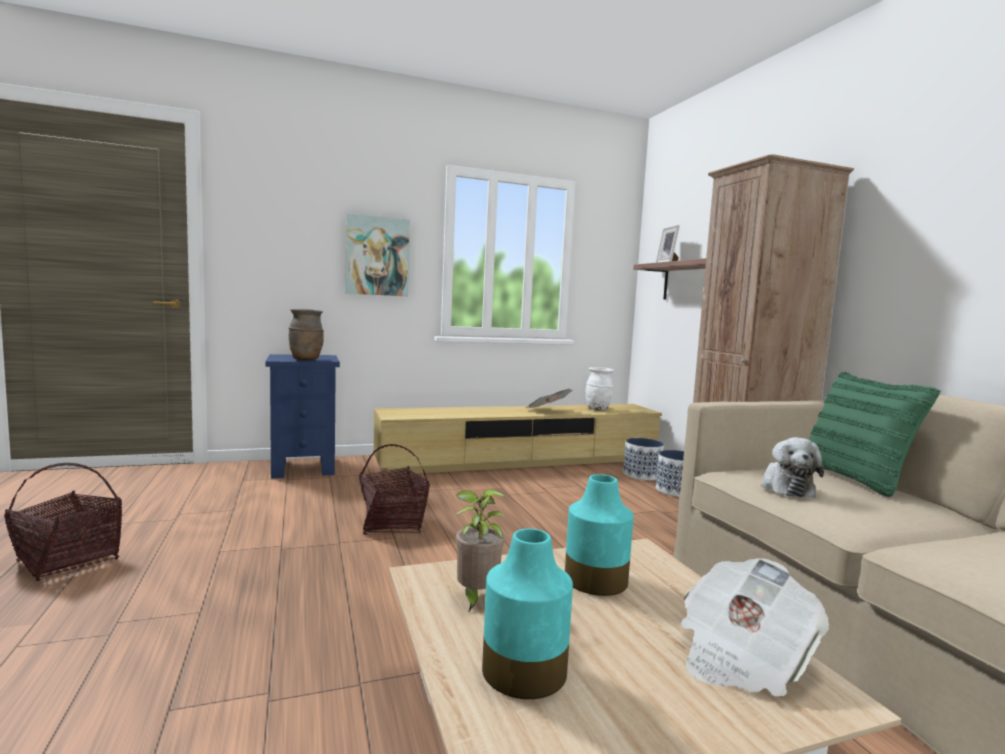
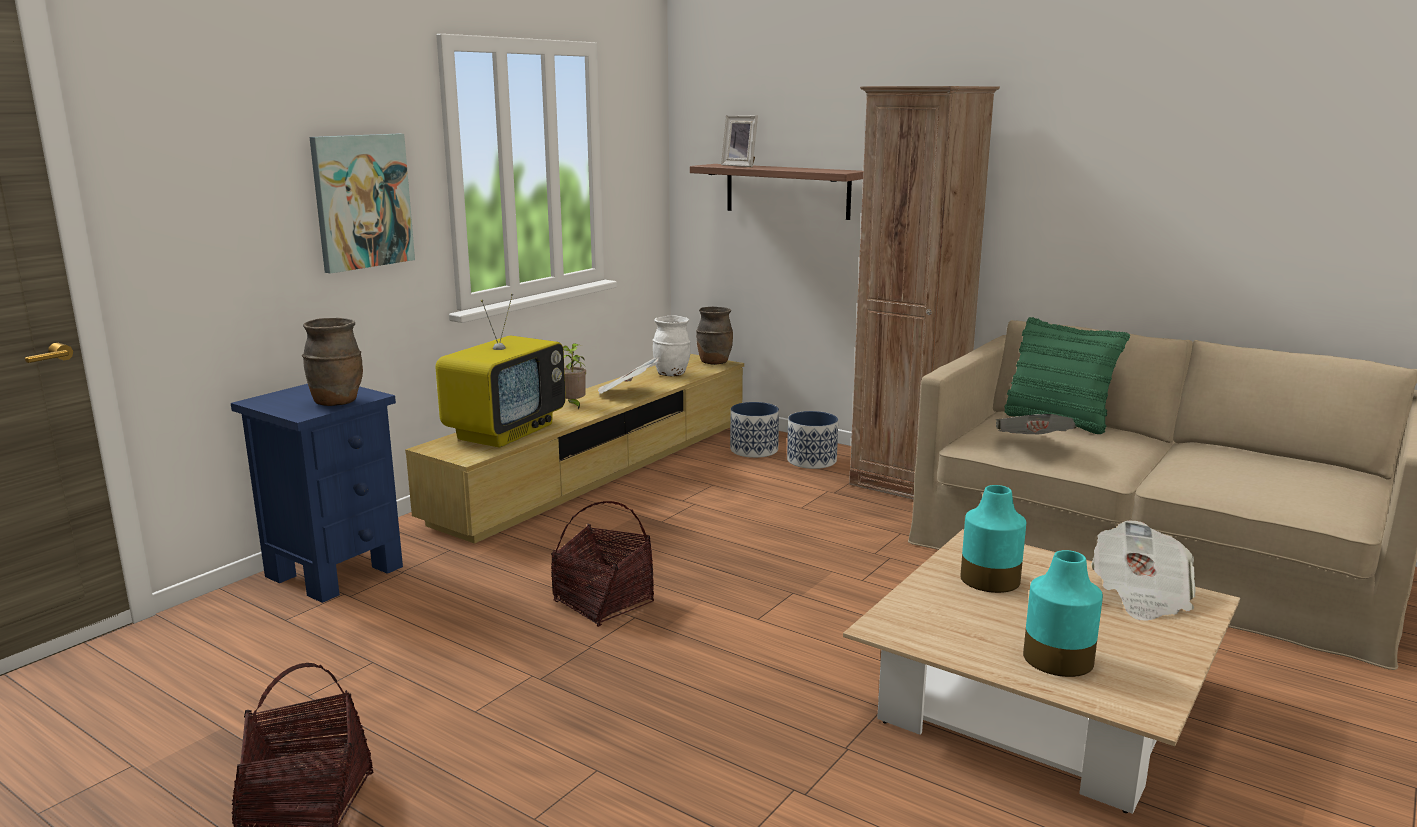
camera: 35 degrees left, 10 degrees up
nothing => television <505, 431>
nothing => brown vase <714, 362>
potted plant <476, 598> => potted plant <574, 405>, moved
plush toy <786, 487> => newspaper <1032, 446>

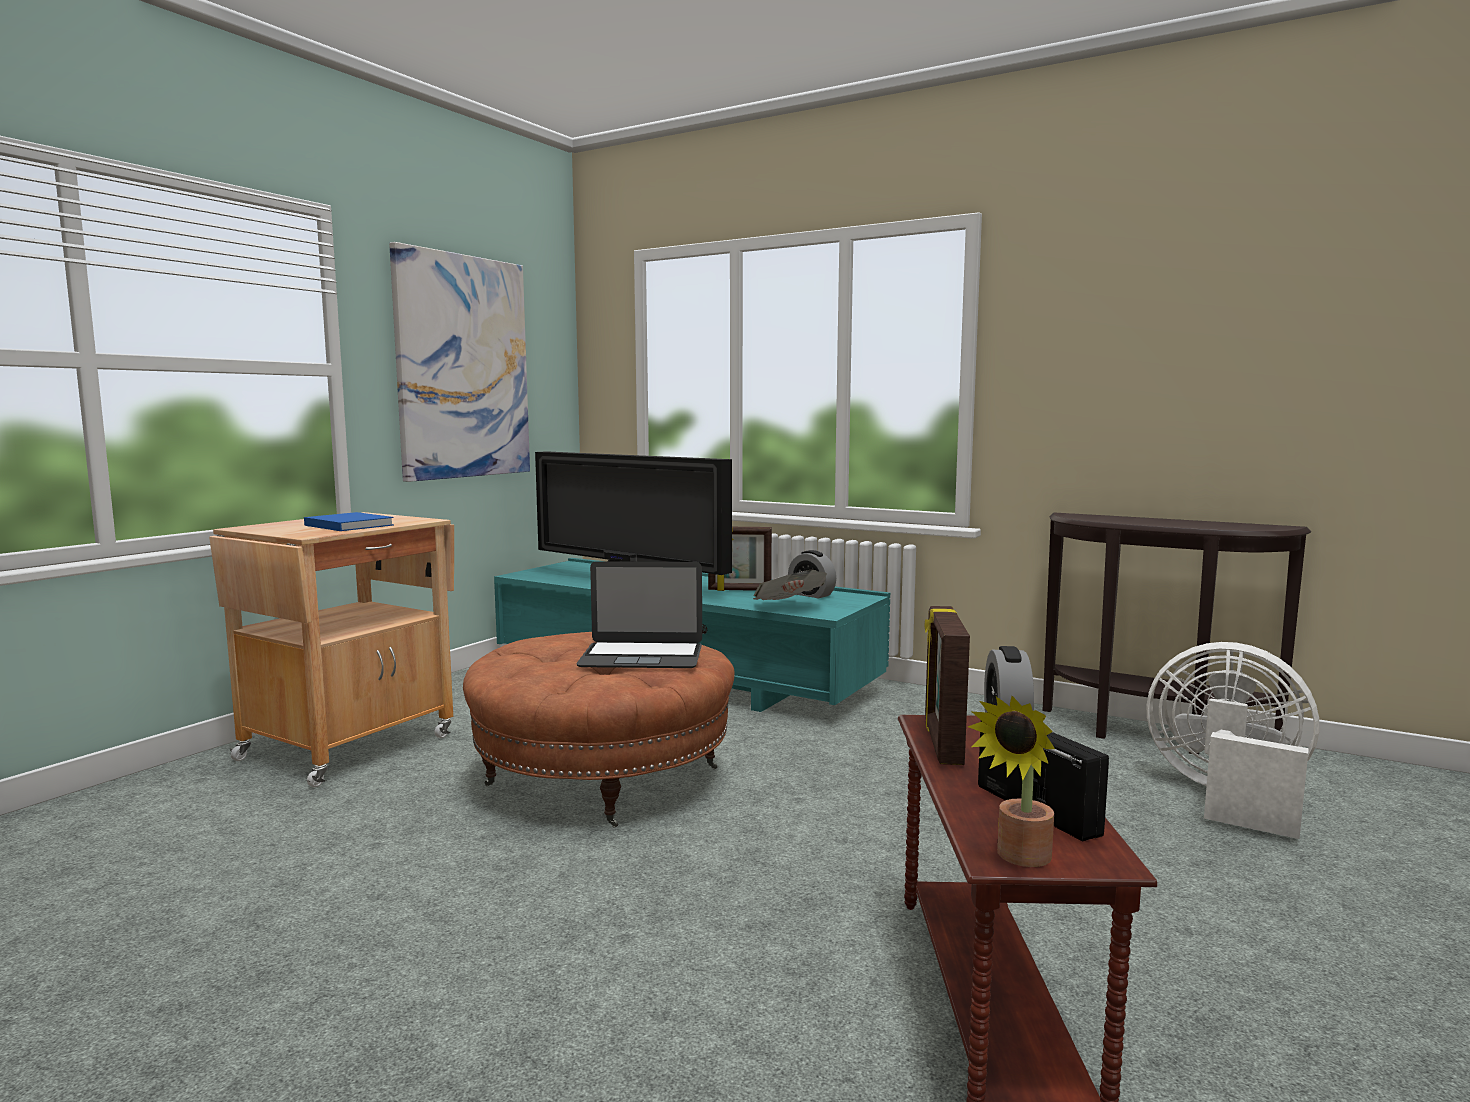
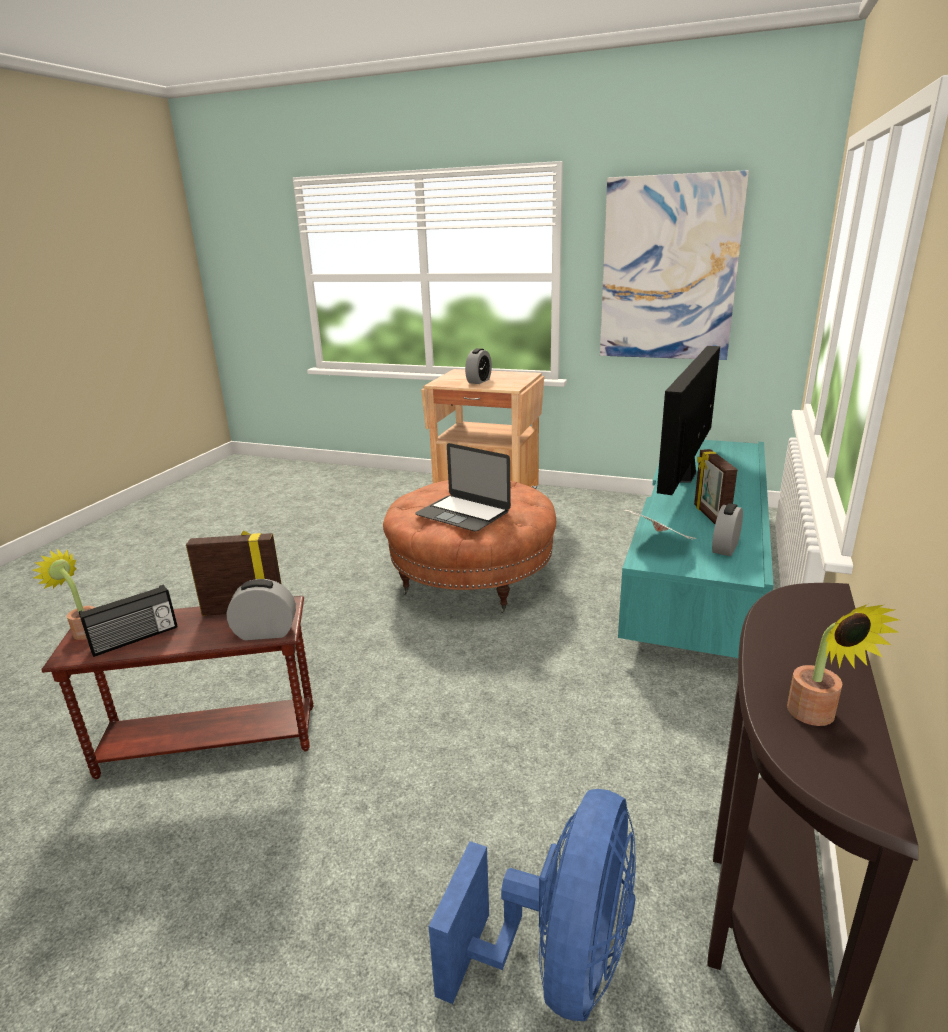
camera: 80 degrees right, 15 degrees up
nothing => potted plant <817, 717>
blue book <348, 525> => alarm clock <479, 381>
white fan <1227, 797> => blue fan <558, 961>
laptop <642, 656> => laptop <463, 513>, 45 degrees counterclockwise

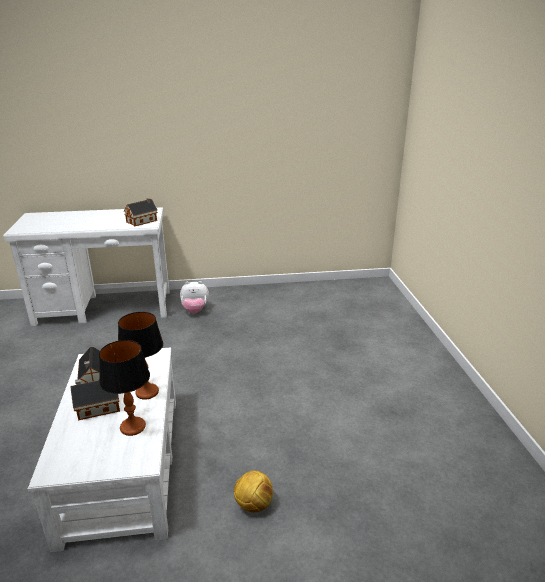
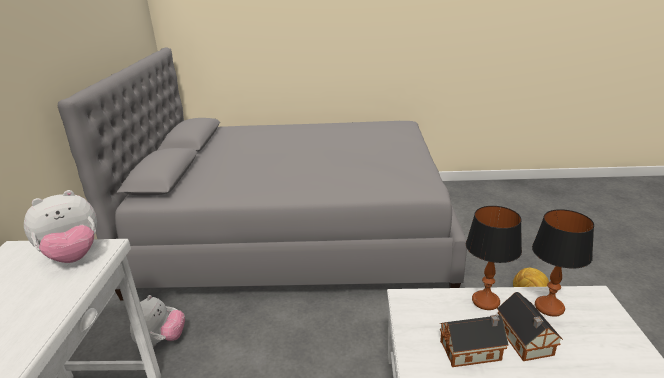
camera: 80 degrees left, 0 degrees up
nothing => grey bed <296, 233>
toy house <143, 221> => plush toy <73, 256>

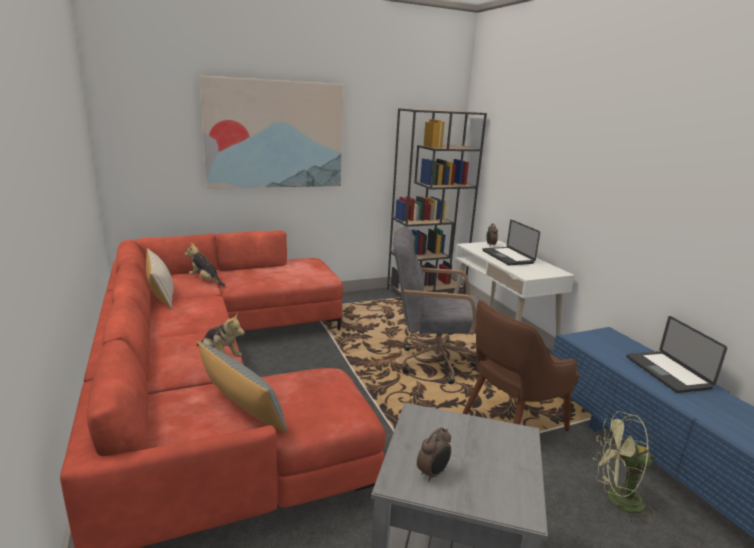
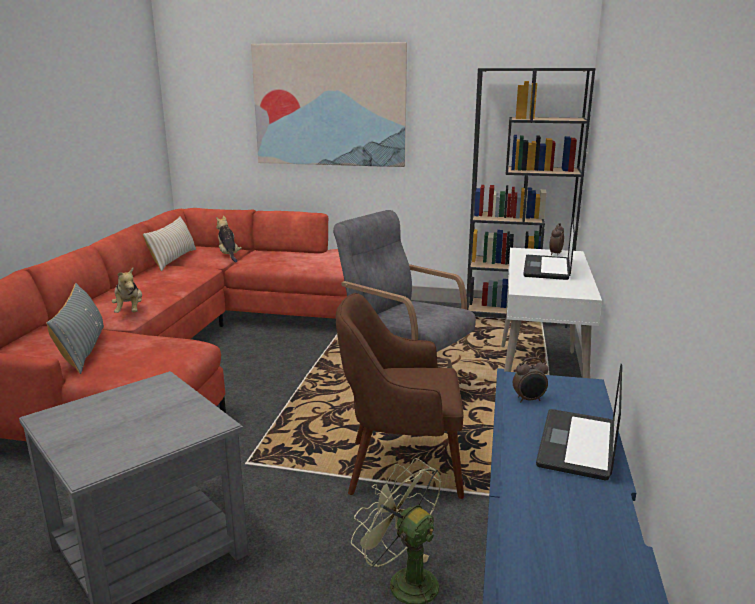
camera: 35 degrees right, 0 degrees up
alarm clock <433, 473> => alarm clock <529, 400>, moved

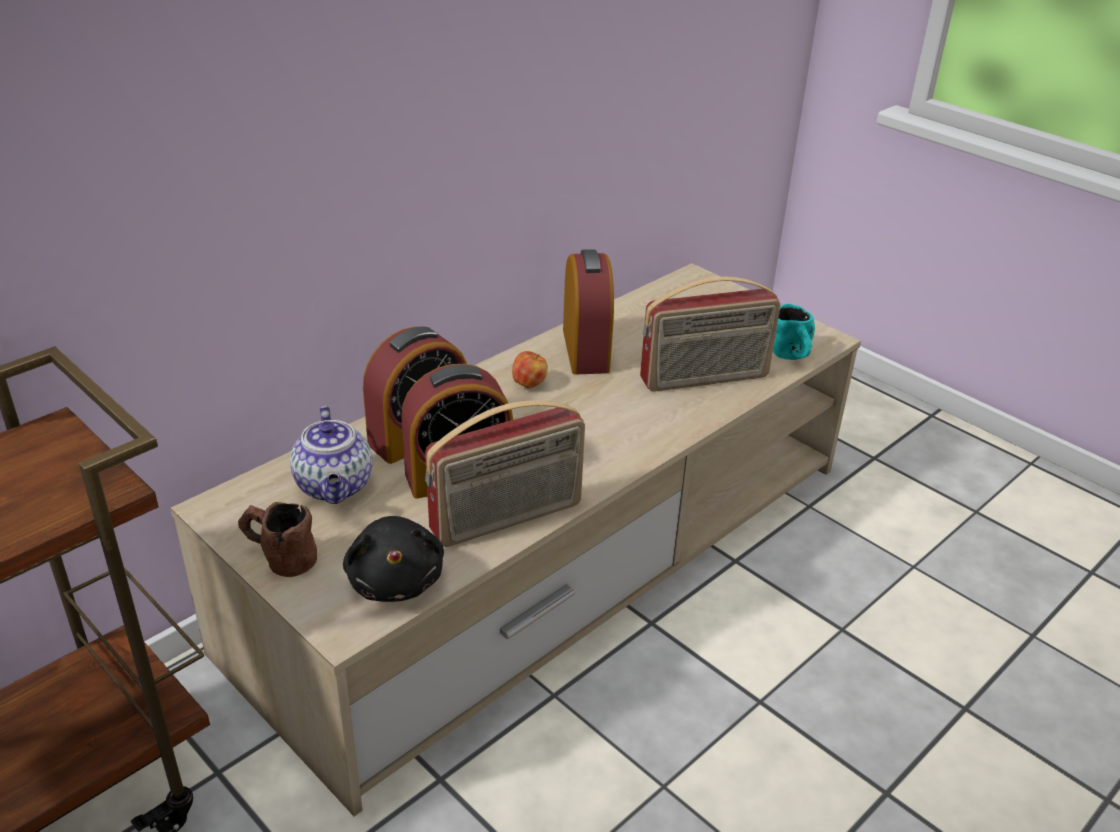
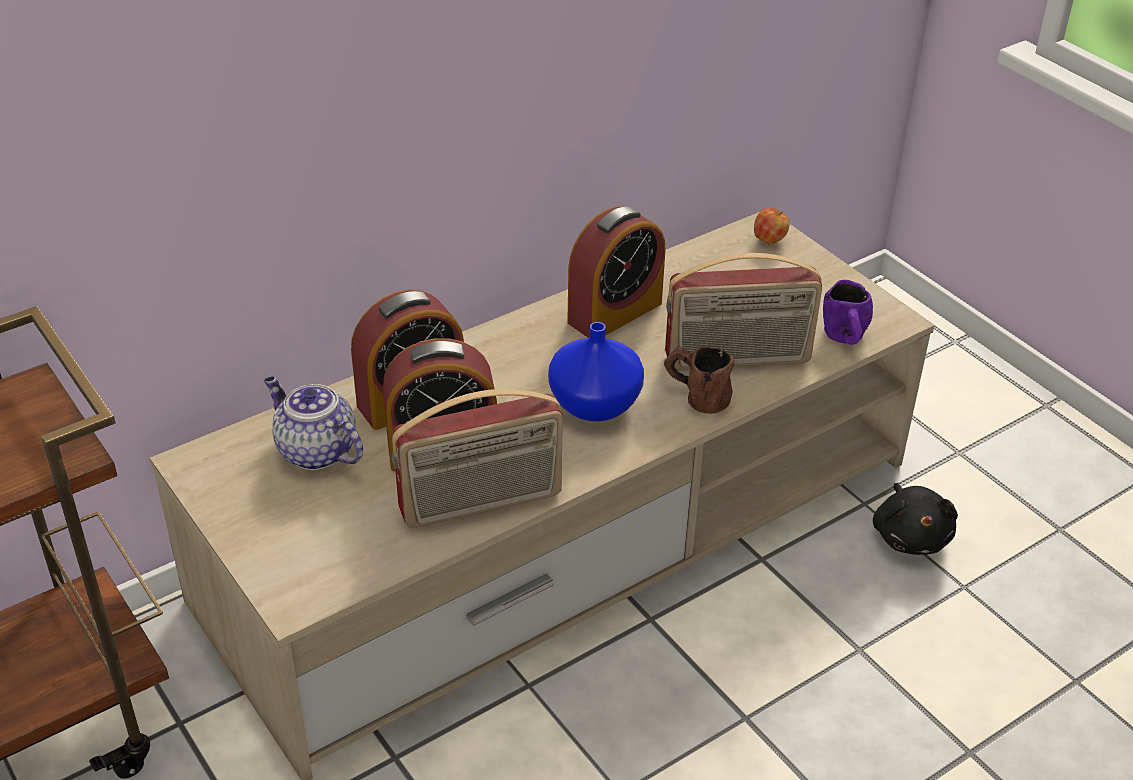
camera: 10 degrees right, 5 degrees up
nothing => blue vase <594, 403>
brown mug <278, 558> => brown mug <695, 396>, moved
black plush toy <396, 580> => black plush toy <910, 536>, moved
apple <529, 384> => apple <769, 240>, moved
turquoise mug <792, 357> => purple mug <846, 340>
teapot <335, 487> => teapot <315, 451>, 135 degrees clockwise
alarm clock <585, 350> => alarm clock <615, 312>, 45 degrees clockwise

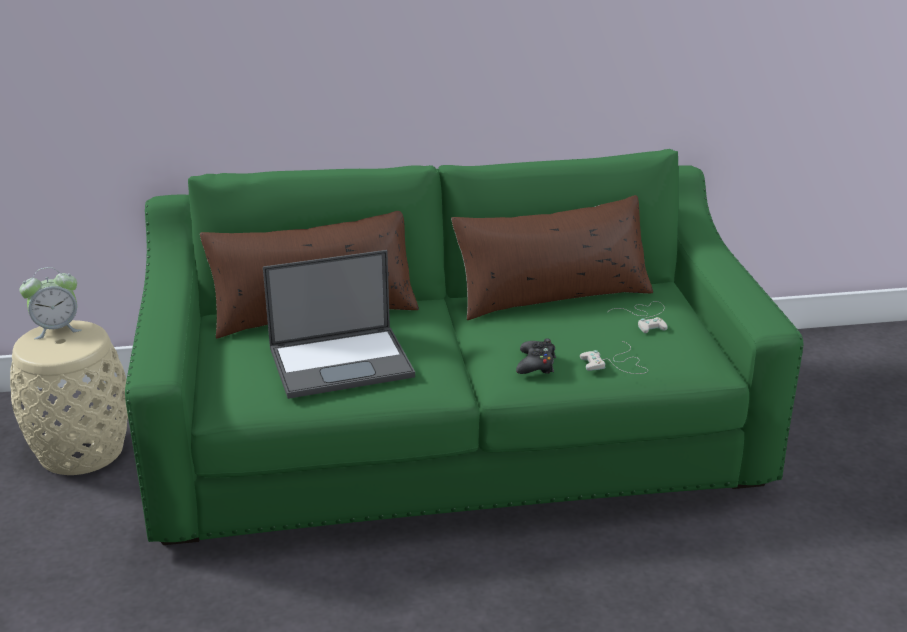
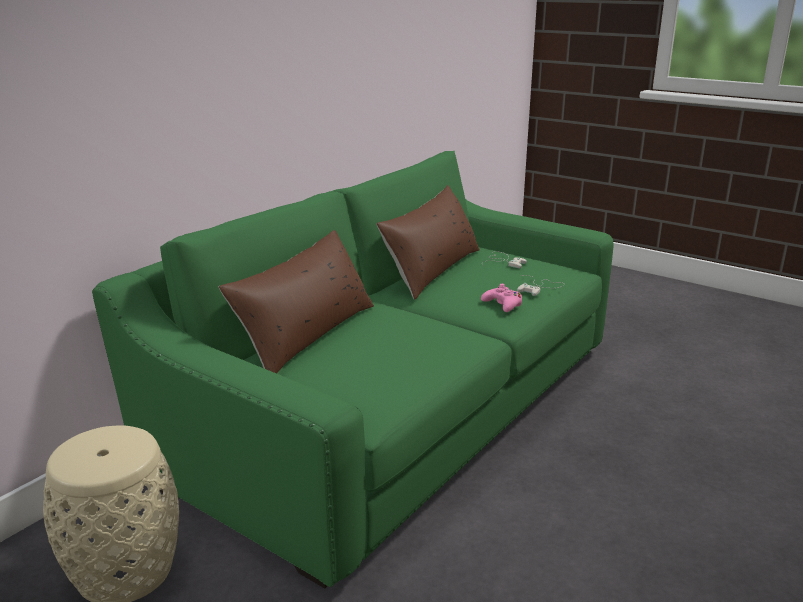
camera: 45 degrees left, 5 degrees down
alarm clock <56, 329> => nothing
laptop <342, 362> => nothing
black game controller <536, 364> => pink game controller <503, 304>

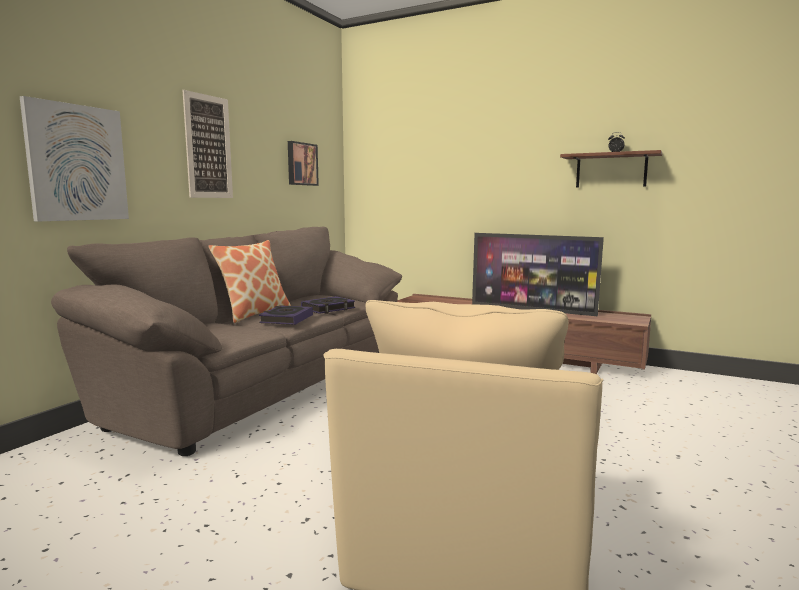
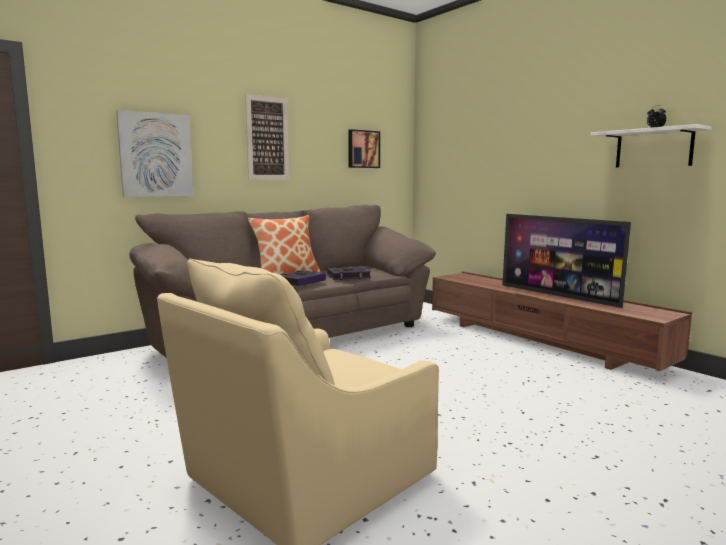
camera: 25 degrees right, 0 degrees up
brown shelf <611, 170> => white shelf <653, 148>

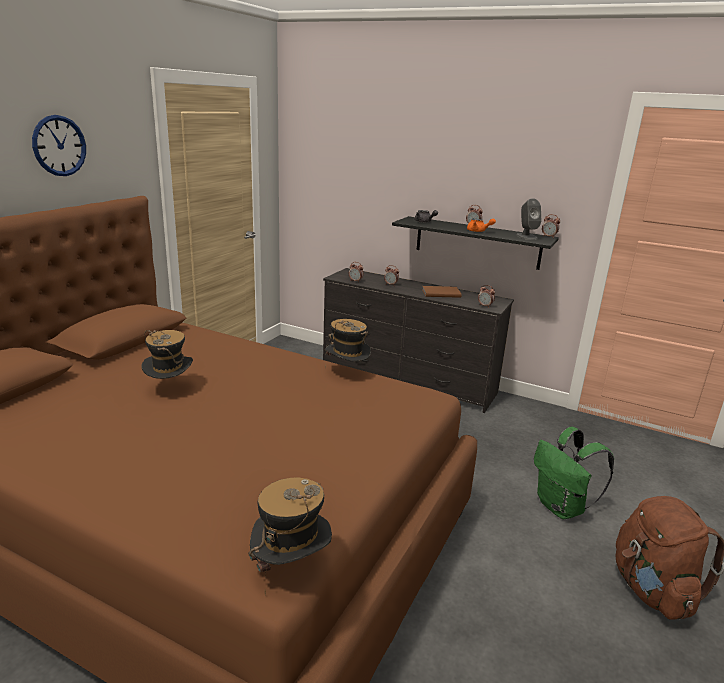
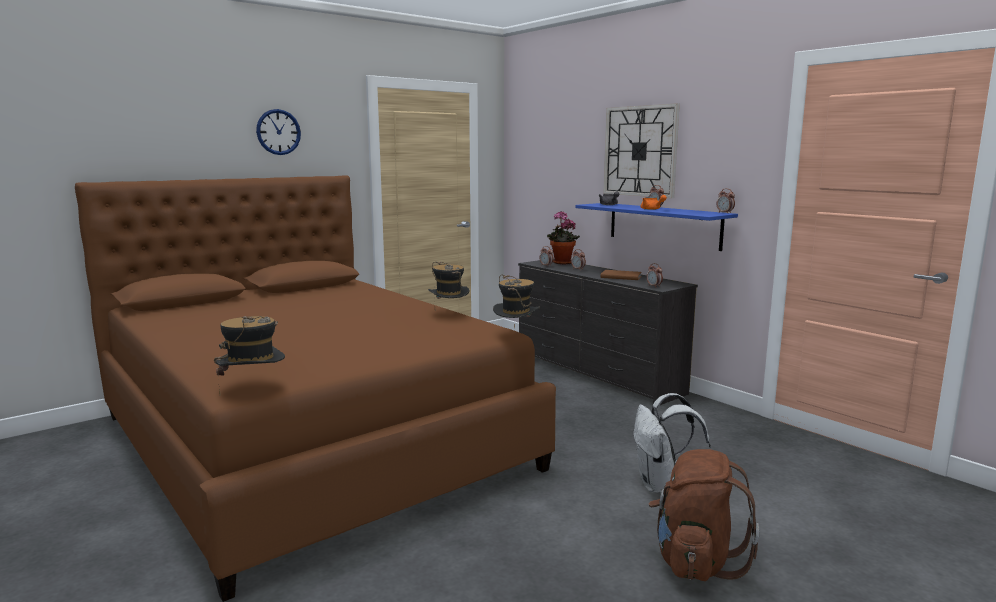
camera: 25 degrees right, 10 degrees down
grey speaker <526, 237> => nothing
nothing => potted plant <561, 263>
nothing => wall clock <640, 151>
hat <170, 389> => hat <516, 335>, moved
black shelf <477, 242> => blue shelf <663, 225>
green backpack <562, 508> => white backpack <661, 486>

